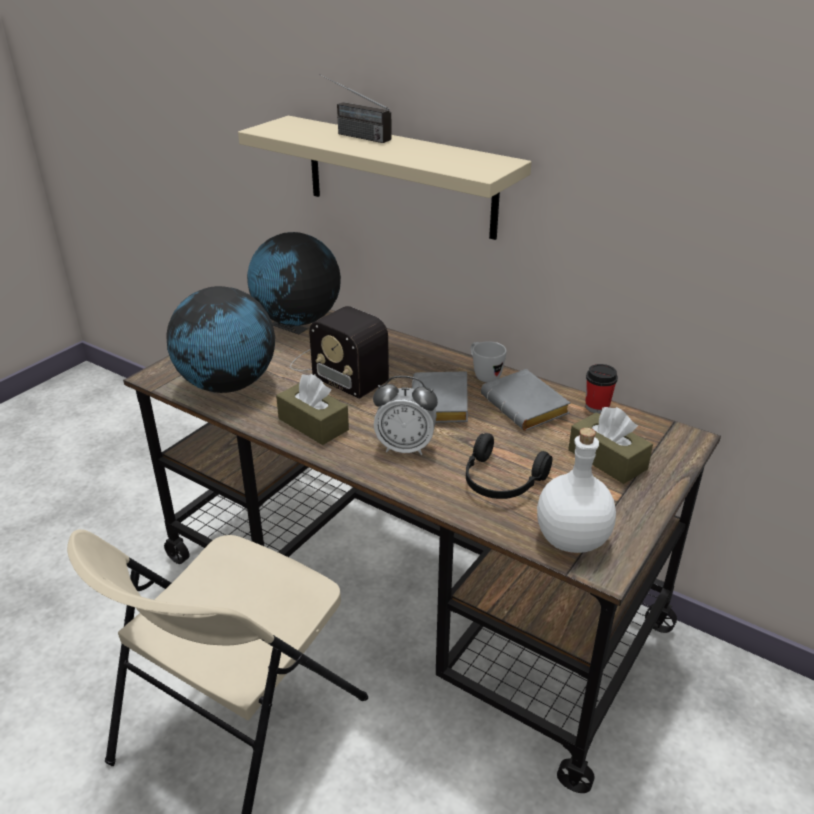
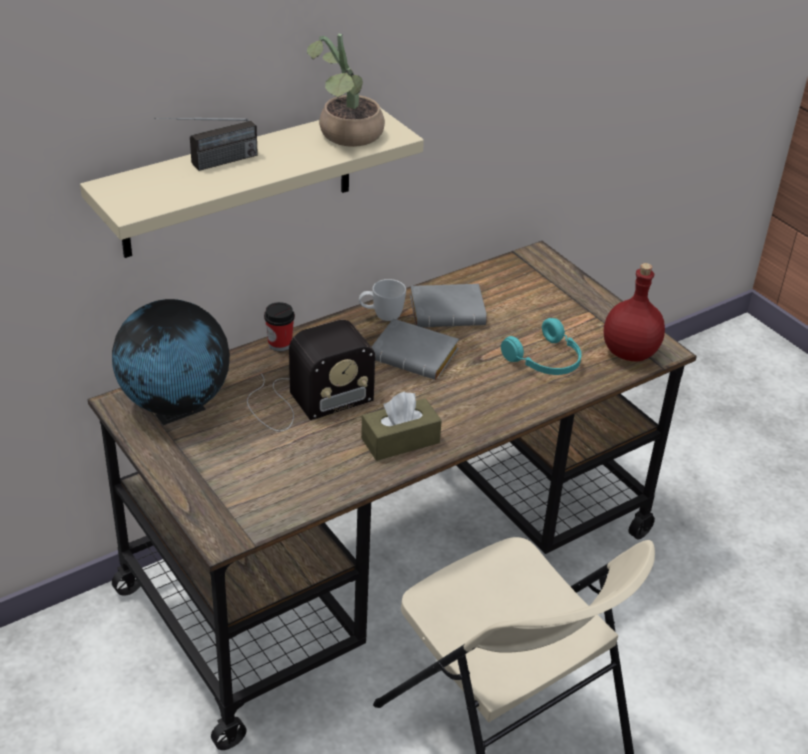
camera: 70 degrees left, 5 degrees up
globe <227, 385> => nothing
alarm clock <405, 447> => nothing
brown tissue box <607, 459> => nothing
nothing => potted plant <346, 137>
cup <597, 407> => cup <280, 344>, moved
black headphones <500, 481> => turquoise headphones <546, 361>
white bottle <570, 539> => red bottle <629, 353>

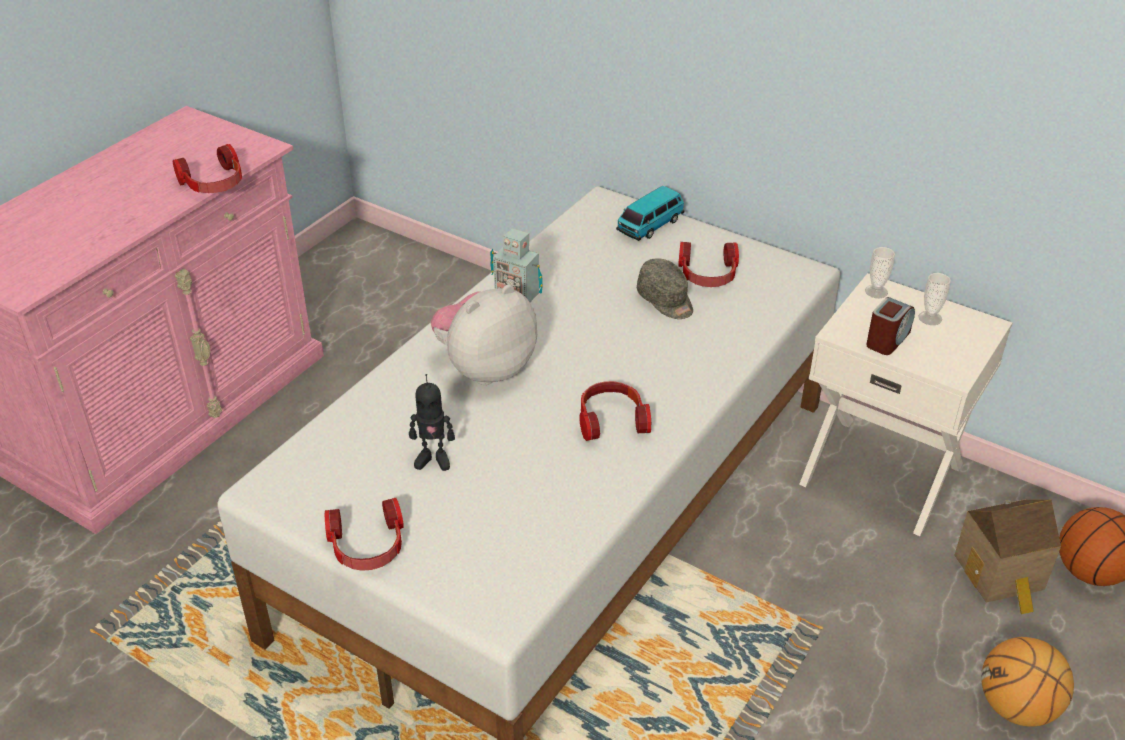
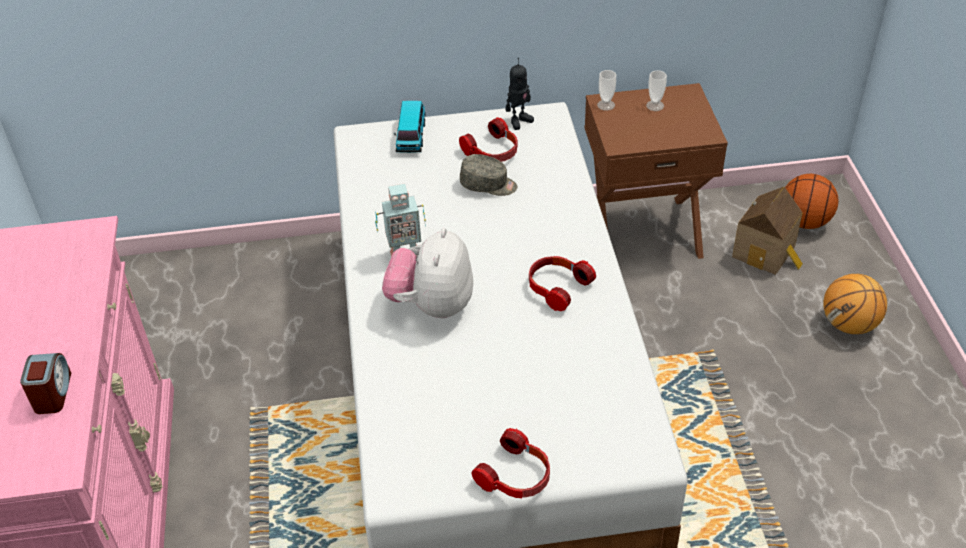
camera: 40 degrees left, 5 degrees up
headphones <214, 184> => nothing
toy robot <433, 459> => toy robot <519, 121>, moved
alarm clock <887, 339> => alarm clock <53, 393>, moved
white nightstand <882, 472> => brown nightstand <643, 231>

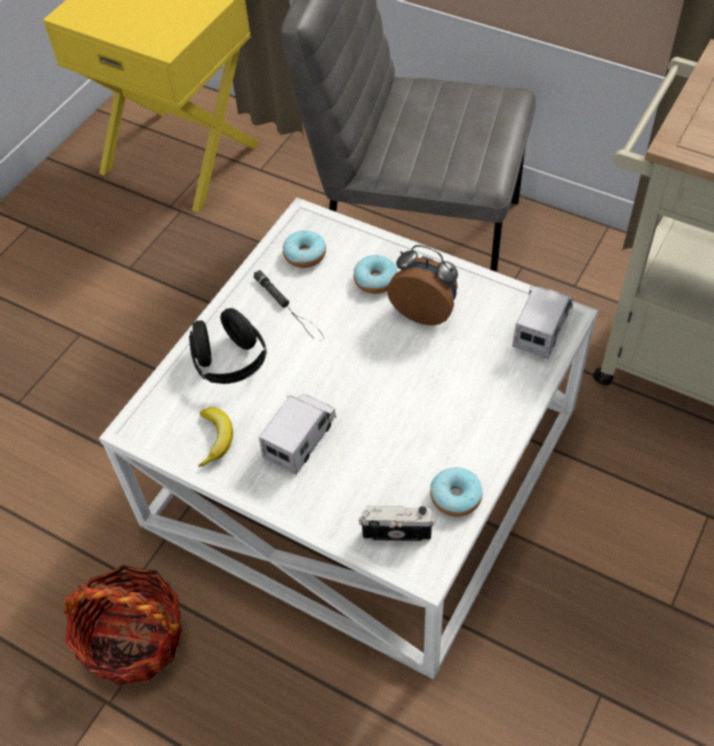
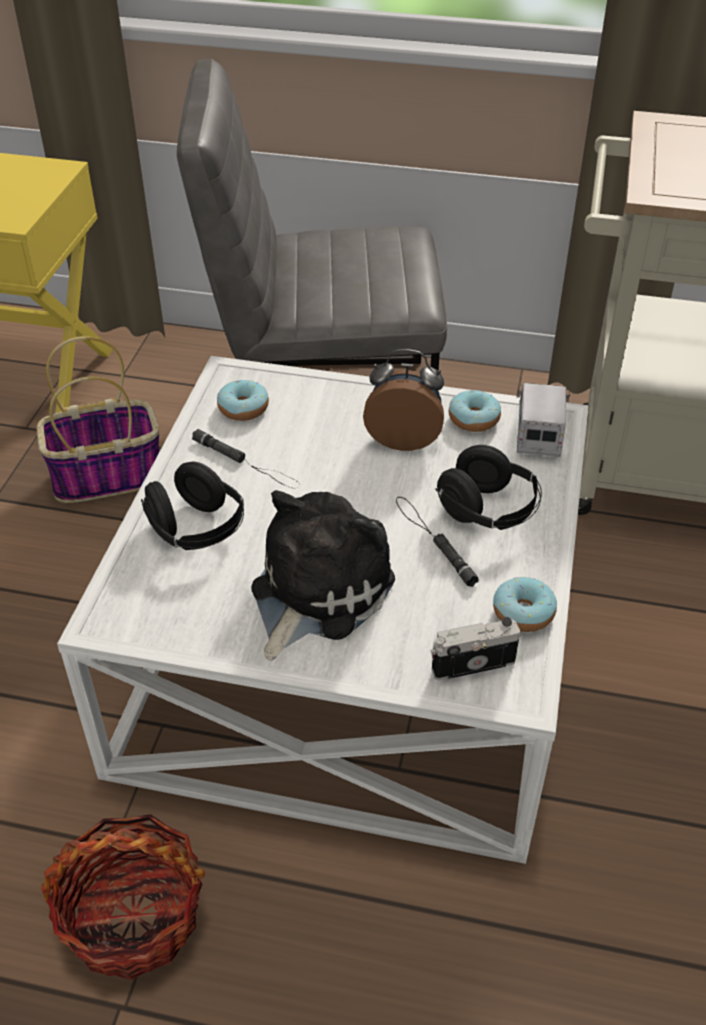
camera: 20 degrees left, 10 degrees down
banana <216, 438> => nothing
nothing => basket <109, 476>
nothing => black flashlight <433, 540>
nothing => black headphones <488, 511>
donut <375, 280> => donut <473, 419>, moved
toy truck <301, 439> => plush toy <315, 592>

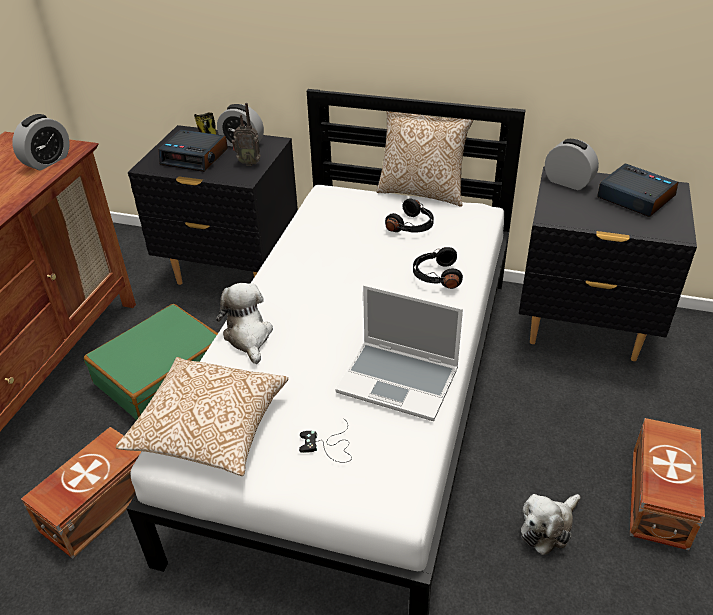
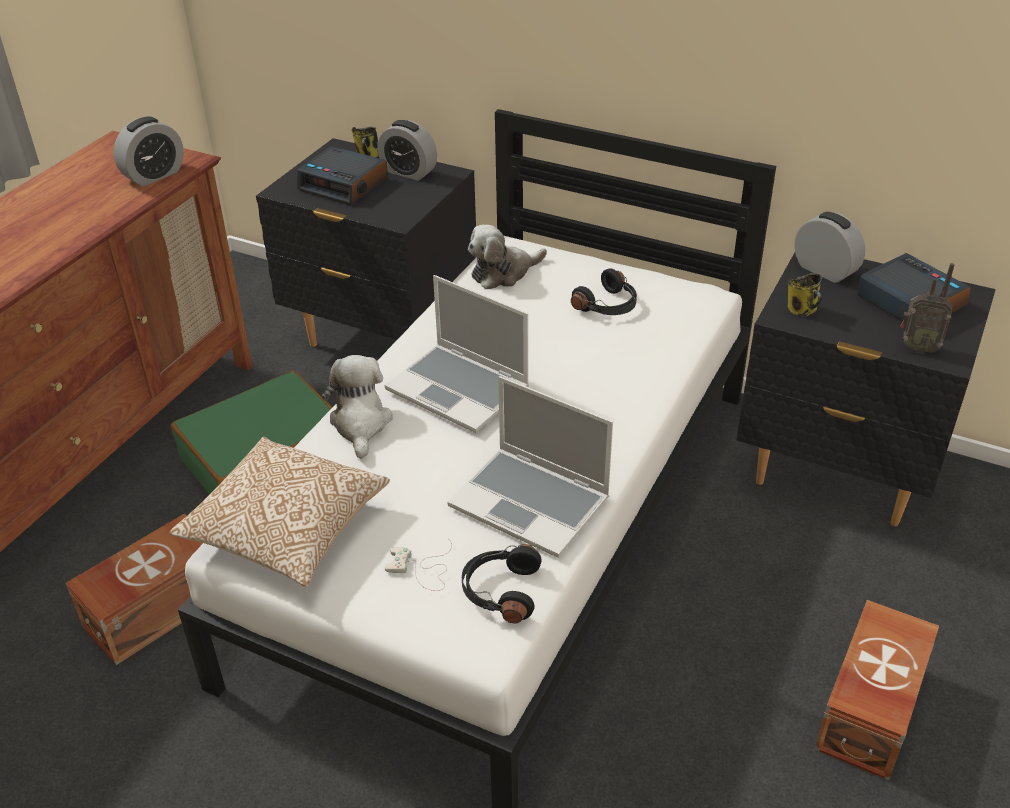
camera: 10 degrees right, 0 degrees up
pillow <422, 192> => nothing
nothing => laptop <460, 389>
nothing => mug <802, 311>
radio <249, 163> => radio <917, 348>, moved
black headphones <436, 276> => black headphones <500, 592>, moved
plush toy <548, 527> => plush toy <503, 273>, moved
black game controller <329, 446> => white game controller <422, 569>

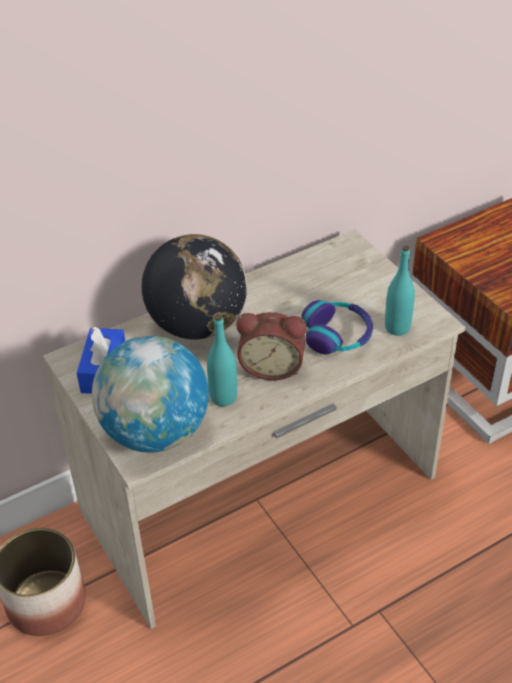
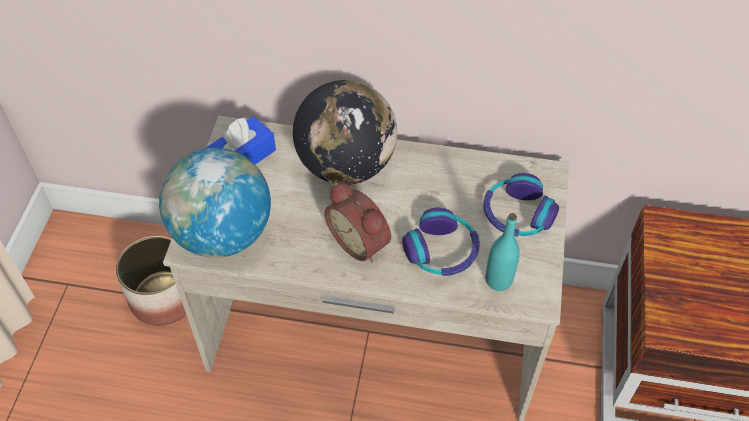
camera: 40 degrees right, 10 degrees up
turquoise bottle <223, 397> => nothing
nothing => headphones <517, 214>

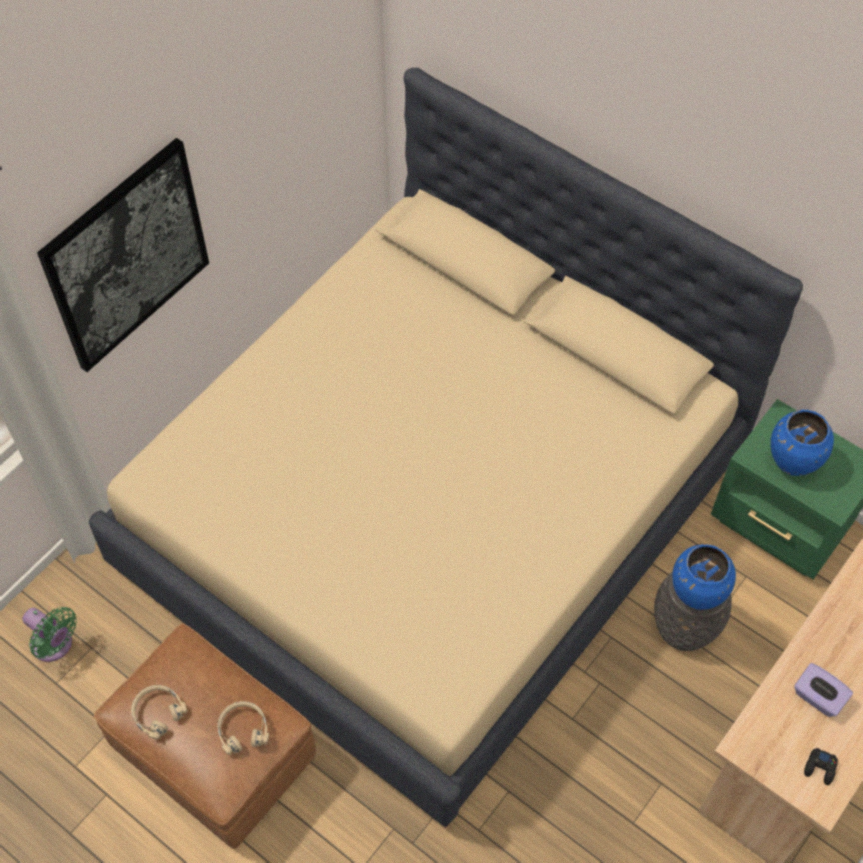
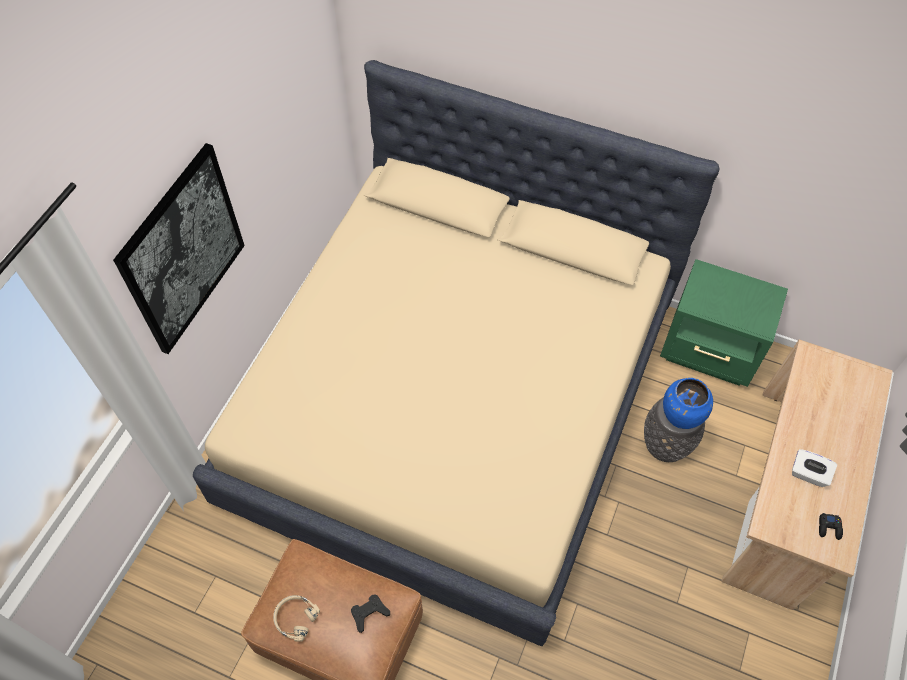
camera: 15 degrees left, 0 degrees up
green fan <55, 645> => nothing
blue vase <792, 464> => nothing
beige headphones <243, 729> => black game controller <369, 613>
purple tissue box <817, 697> => white tissue box <808, 474>

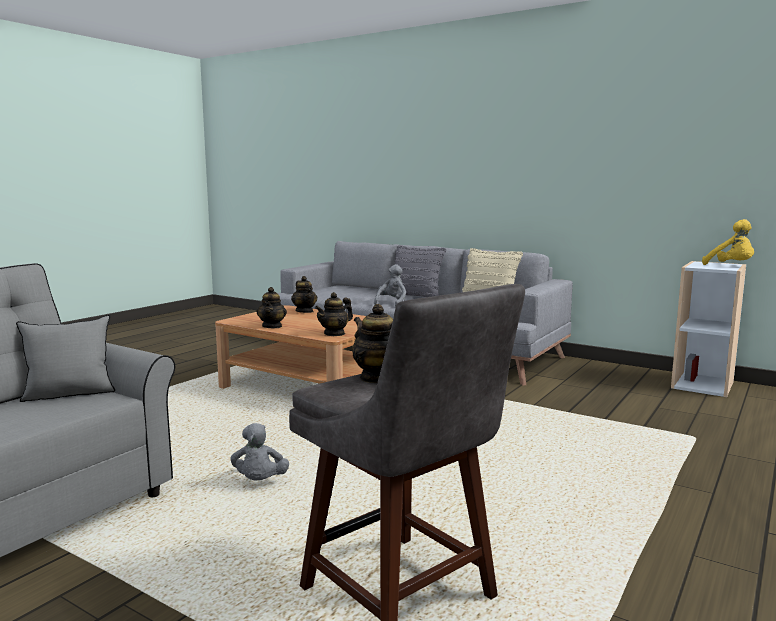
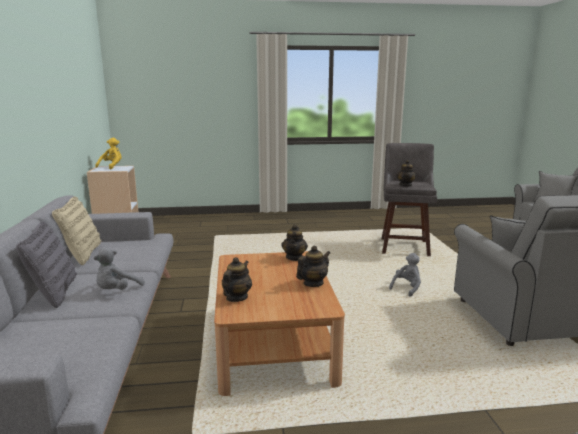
camera: 130 degrees left, 5 degrees up
teapot <334, 333> => teapot <294, 257>, 90 degrees clockwise
grey plush toy <392, 304> => grey plush toy <117, 291>, 45 degrees counterclockwise

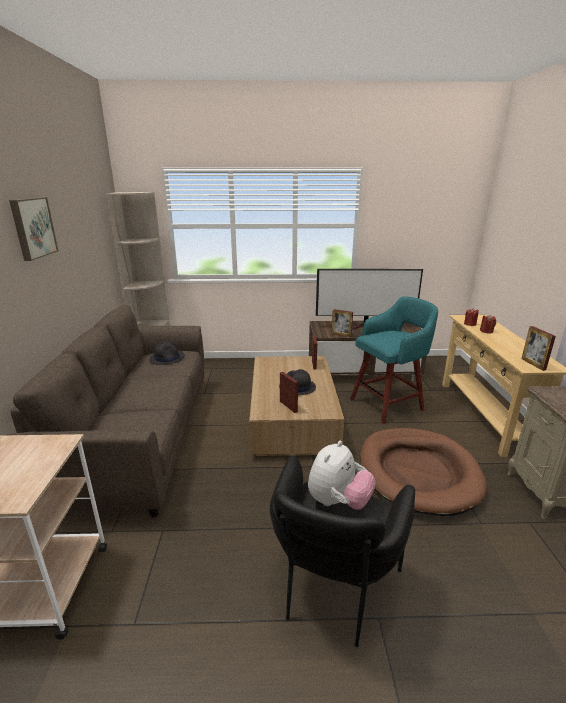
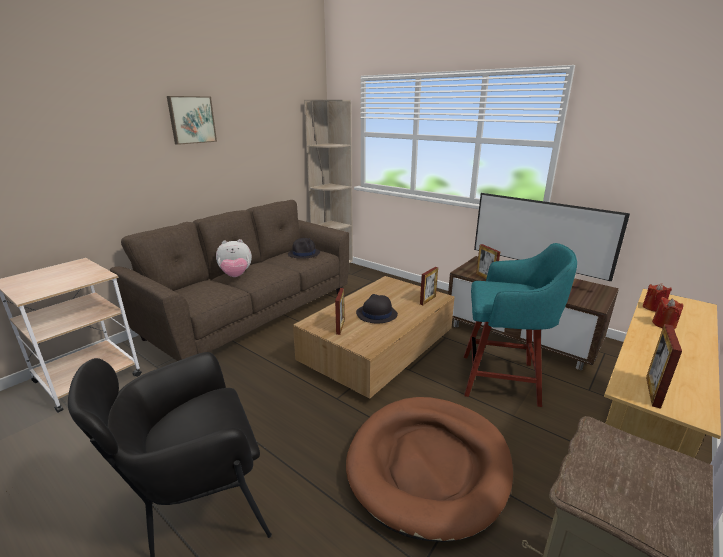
camera: 40 degrees right, 0 degrees up
plush toy <338, 502> => plush toy <236, 276>, moved

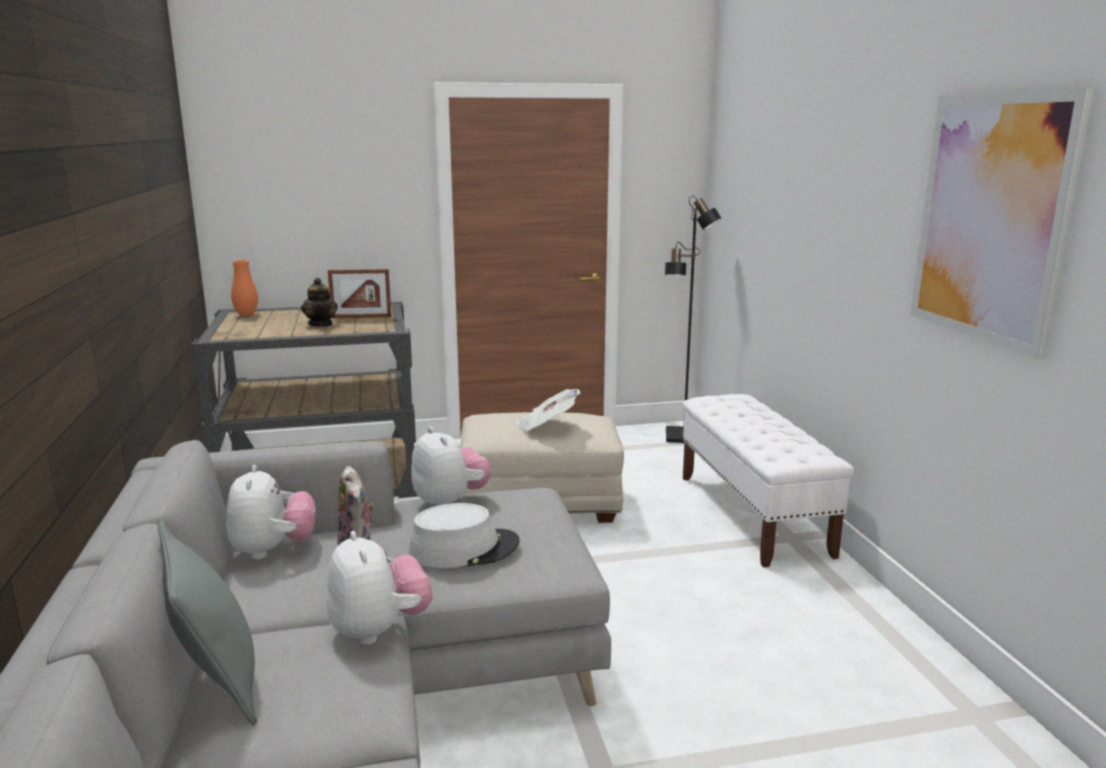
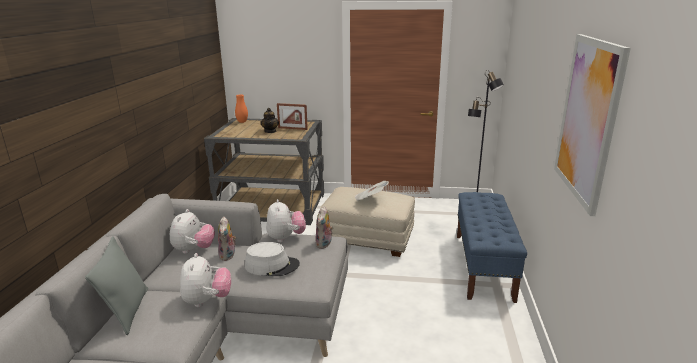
camera: 20 degrees right, 5 degrees up
nothing => plush toy <324, 244>
white bench <753, 514> => blue bench <483, 266>

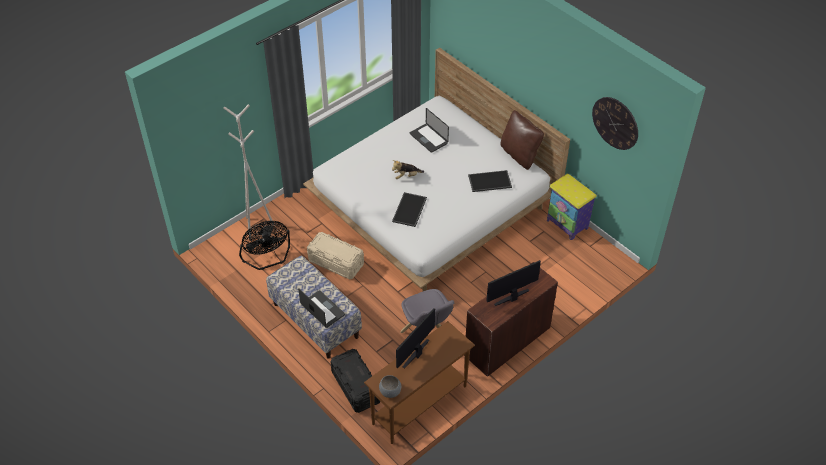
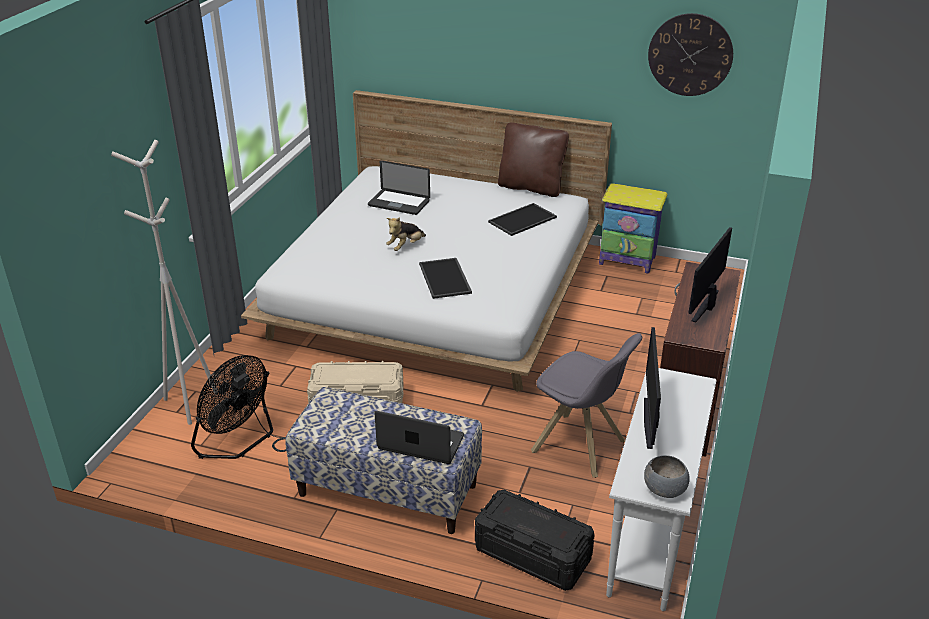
camera: 30 degrees left, 15 degrees down
brown console table <419, 406> => white console table <652, 536>

